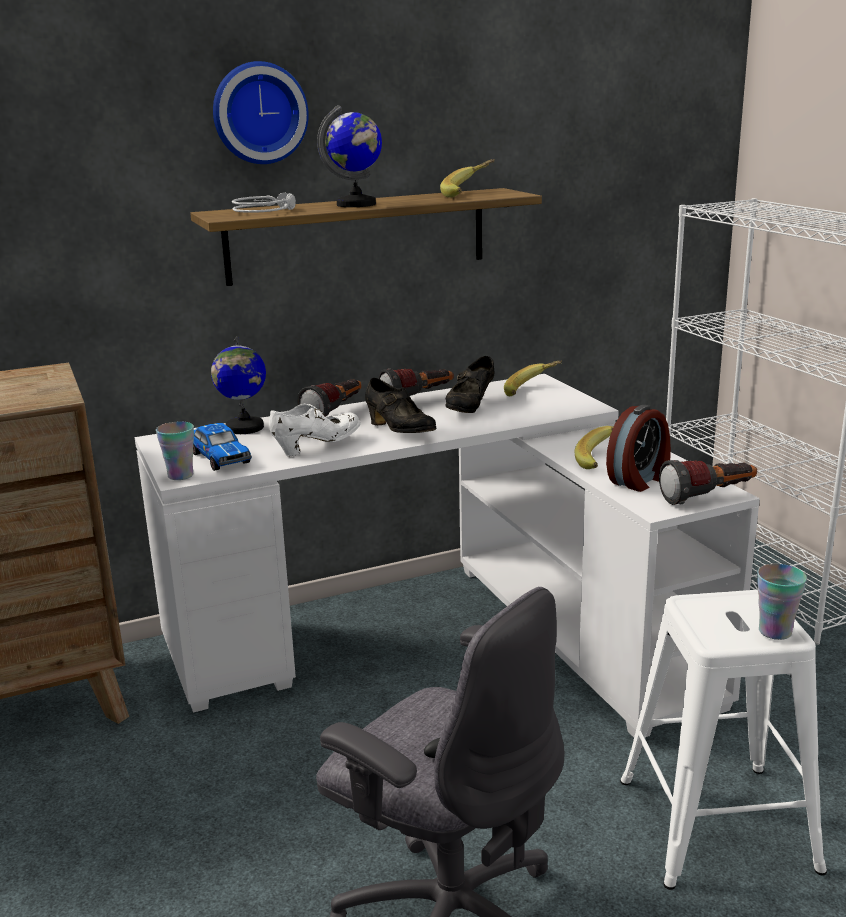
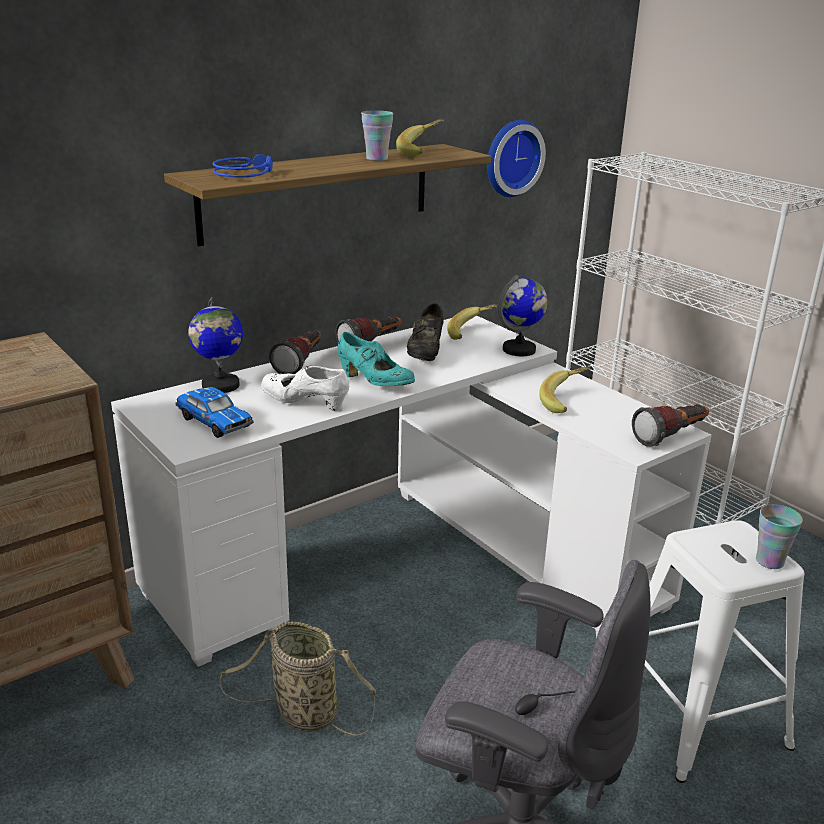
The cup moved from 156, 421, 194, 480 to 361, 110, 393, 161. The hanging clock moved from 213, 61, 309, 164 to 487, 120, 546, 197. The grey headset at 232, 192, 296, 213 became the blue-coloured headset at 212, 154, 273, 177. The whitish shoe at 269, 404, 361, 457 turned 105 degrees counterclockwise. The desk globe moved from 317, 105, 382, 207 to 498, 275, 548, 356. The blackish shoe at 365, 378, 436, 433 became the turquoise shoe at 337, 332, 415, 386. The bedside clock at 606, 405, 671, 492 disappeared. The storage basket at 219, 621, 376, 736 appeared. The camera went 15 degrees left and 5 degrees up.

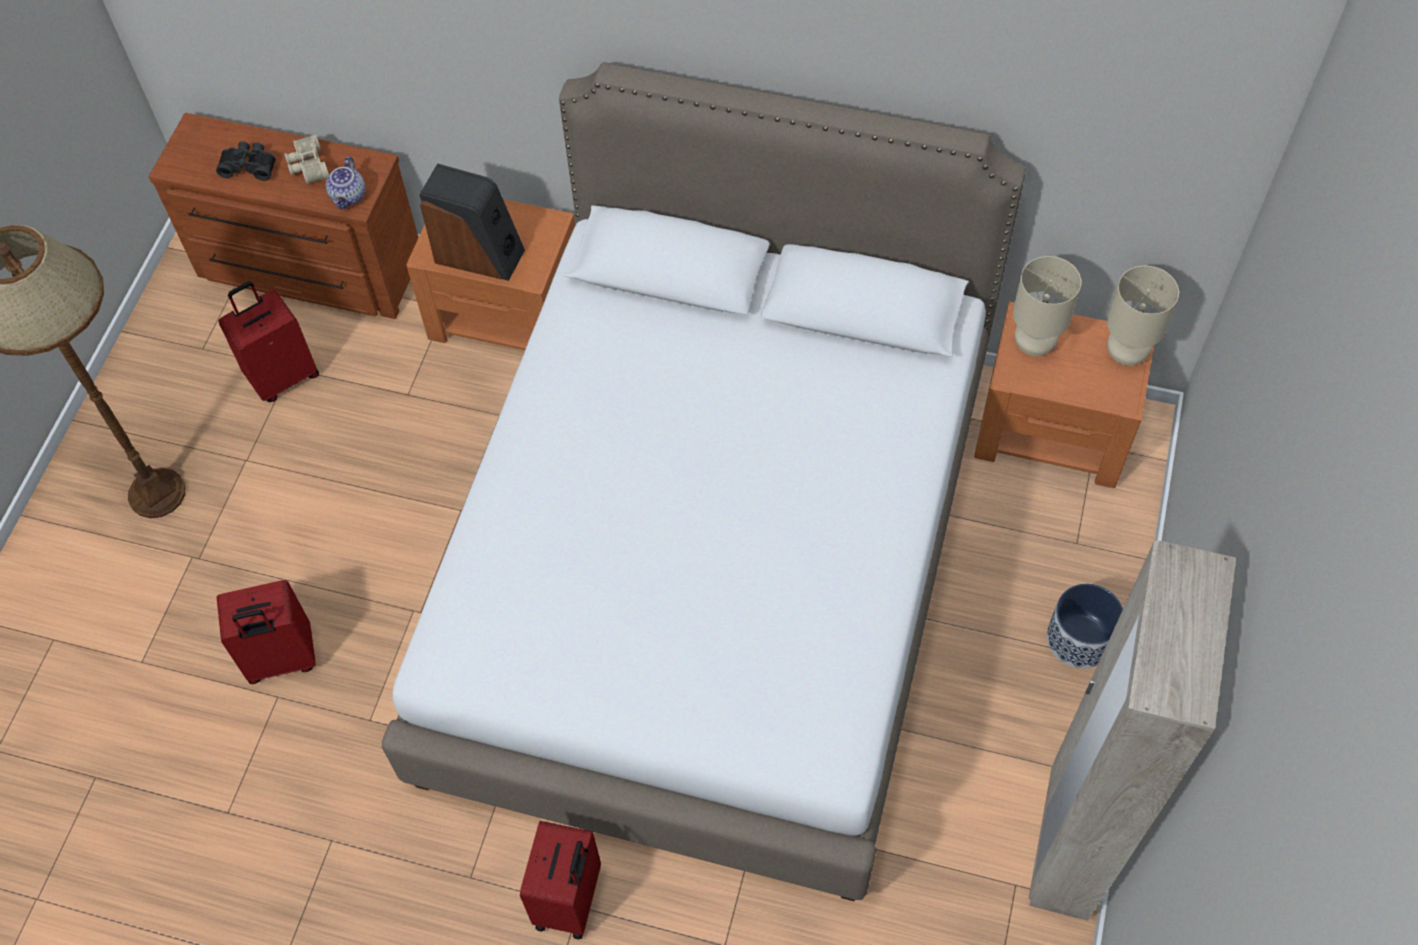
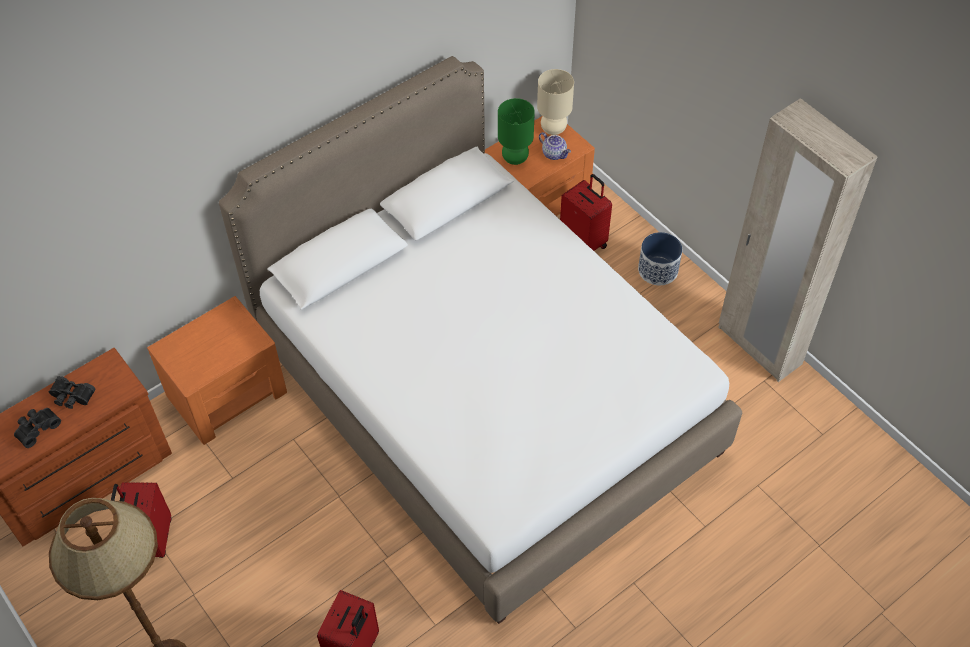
The sand-coloured field glasses at 284, 134, 329, 184 became the blackish field glasses at 49, 376, 96, 409. The teapot moved from 326, 156, 365, 209 to 539, 132, 571, 160. The loudspeaker at 419, 163, 525, 281 disappeared. The red piece of luggage moved from 520, 821, 601, 939 to 560, 174, 612, 251. The sand-coloured lamp for a table at 1013, 256, 1081, 356 became the greenish lamp for a table at 498, 98, 535, 165. The camera went 55 degrees left and 5 degrees down.

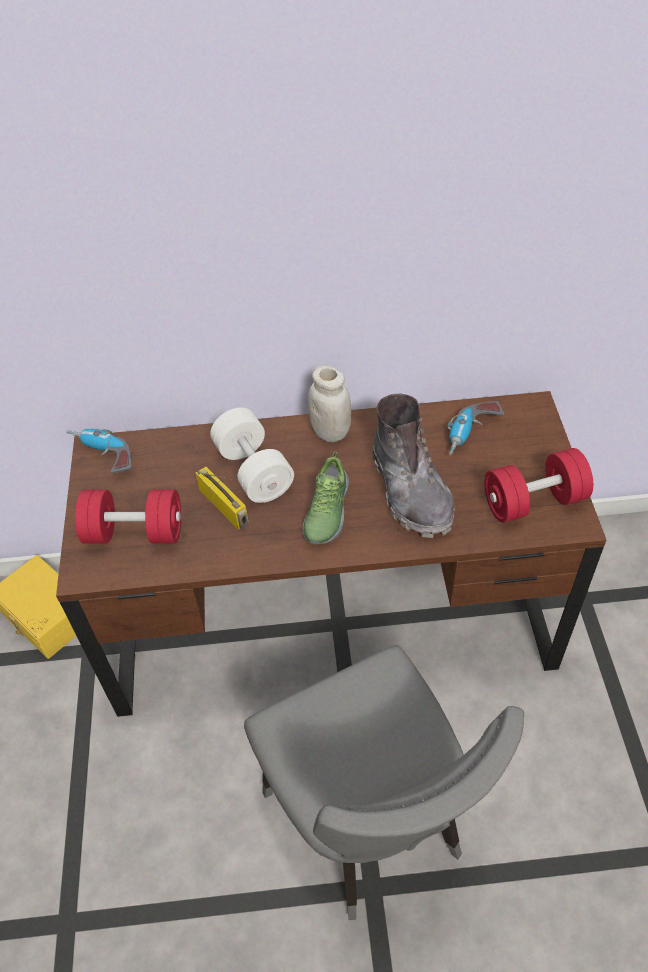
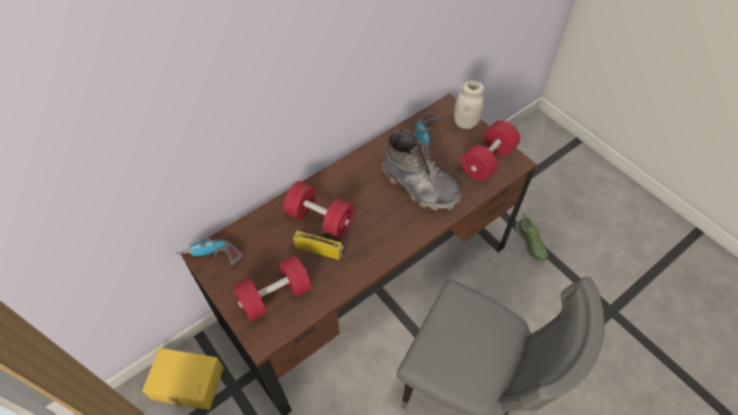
The whitish hand weight at 210, 408, 294, 503 became the red hand weight at 283, 181, 354, 238. The shoe moved from 303, 451, 349, 544 to 515, 214, 548, 261. The whitish jar moved from 308, 365, 351, 442 to 454, 81, 484, 129. The camera went 35 degrees left and 5 degrees up.

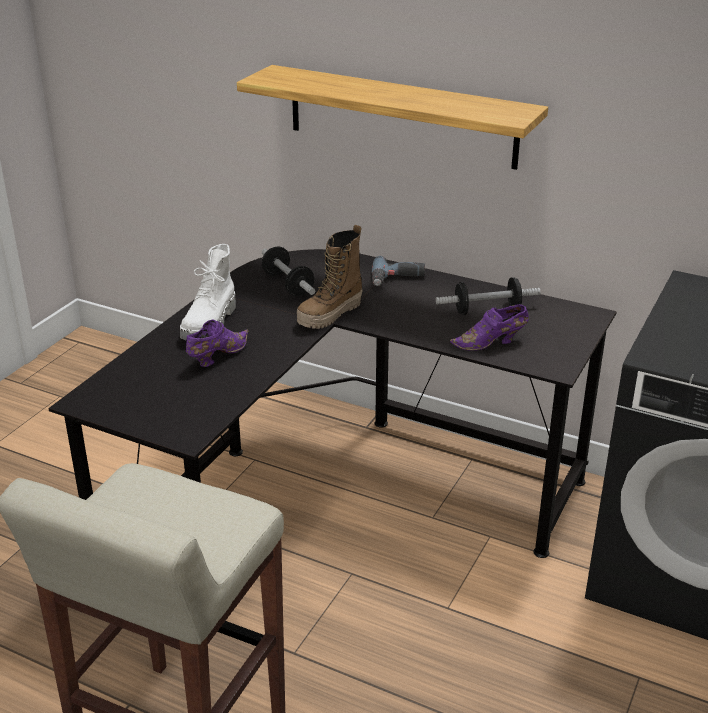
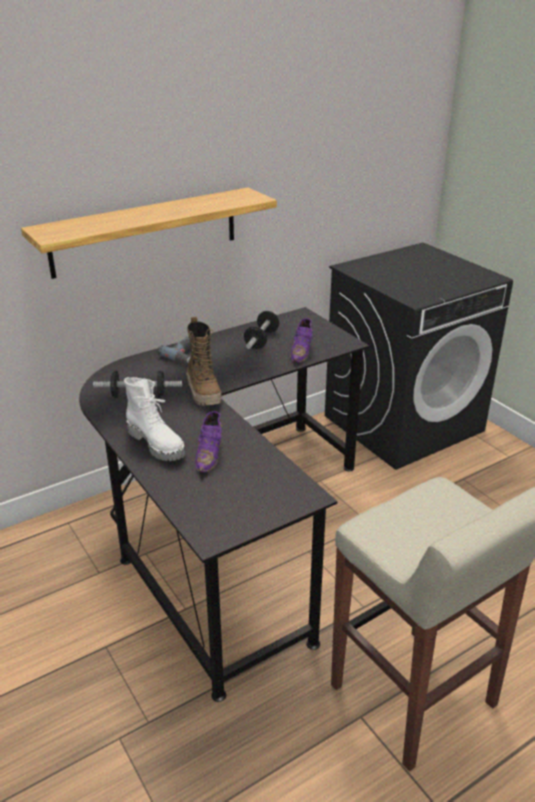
The purple shoe at 186, 319, 249, 367 turned 150 degrees counterclockwise. The camera went 60 degrees left and 0 degrees up.

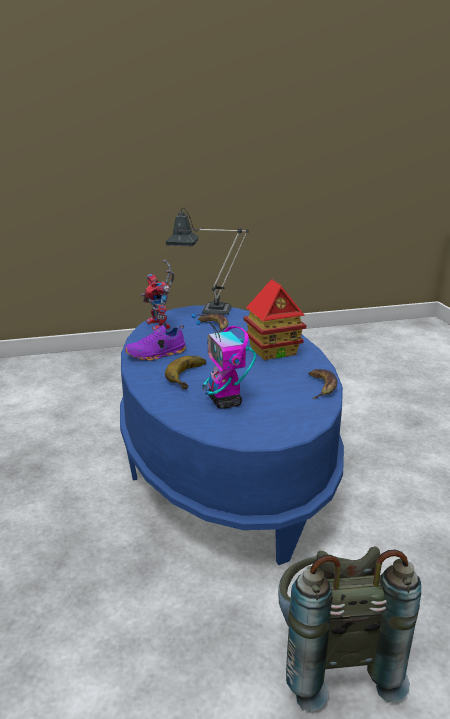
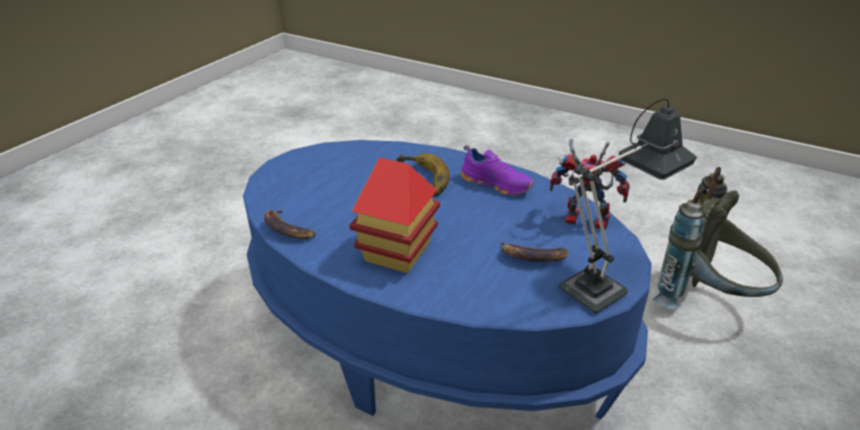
The purple shoe at 125, 324, 186, 361 turned 105 degrees clockwise. The toy robot at 191, 314, 256, 409 disappeared. The grey rucksack moved from 278, 546, 421, 712 to 653, 167, 783, 310. The camera went 135 degrees right and 10 degrees up.

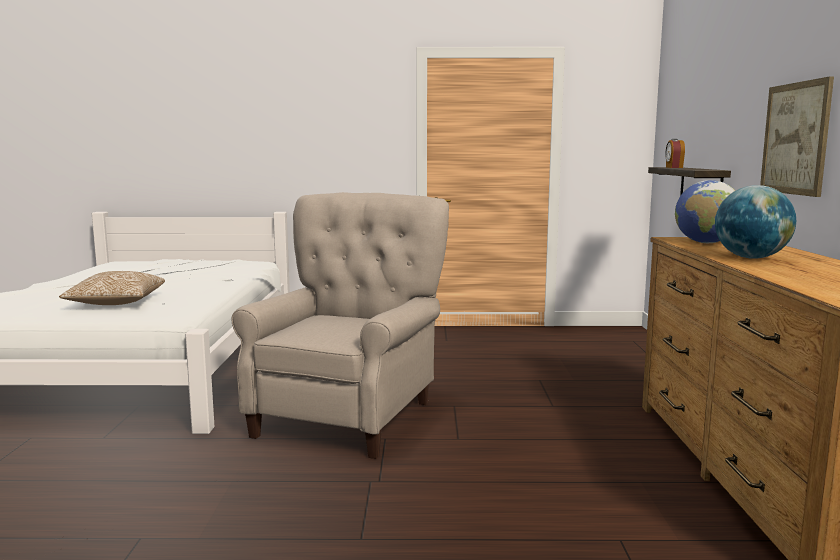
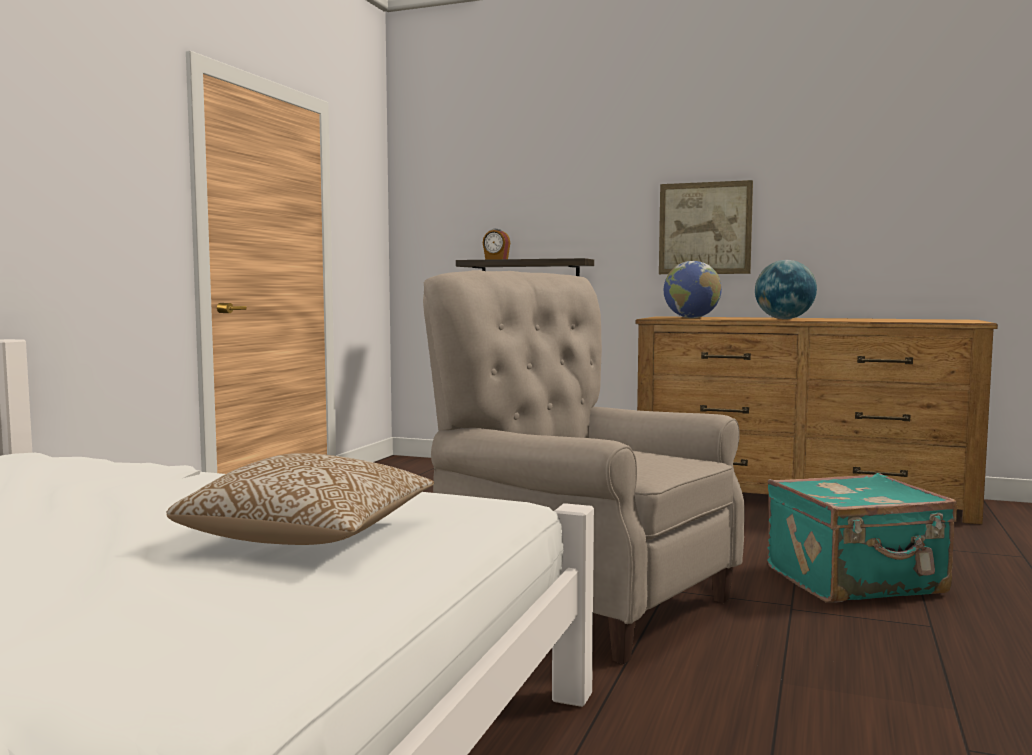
The turquoise piece of luggage at 767, 473, 957, 603 appeared. The camera went 70 degrees left and 5 degrees down.

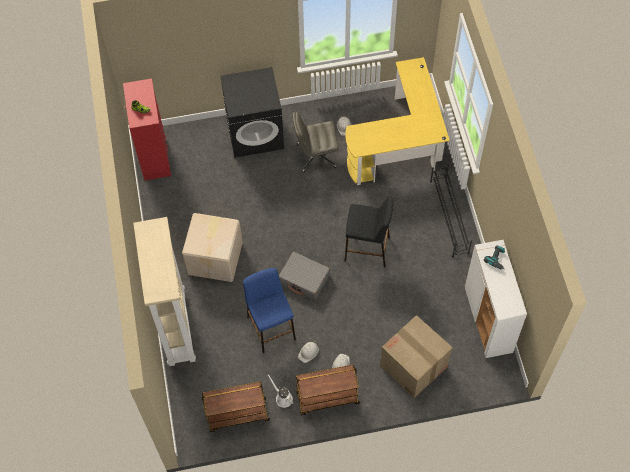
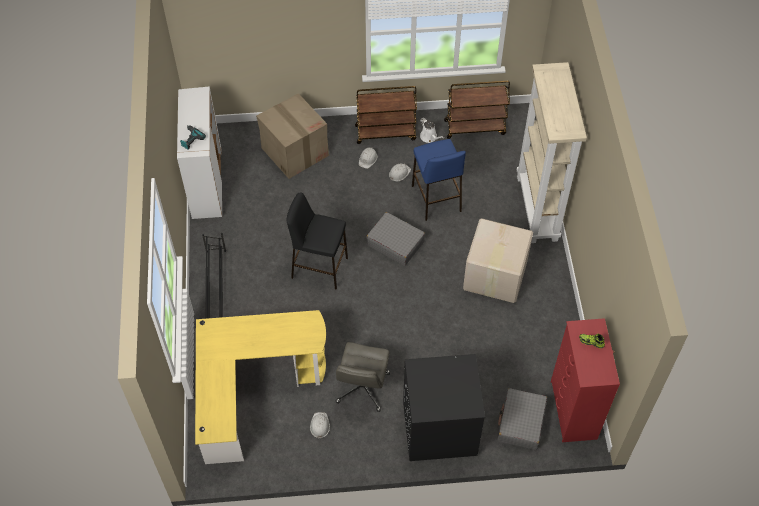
The grey office chair at 293, 112, 339, 172 turned 105 degrees clockwise. The grey piece of luggage at 497, 388, 547, 450 appeared. The camera went 175 degrees left and 5 degrees down.

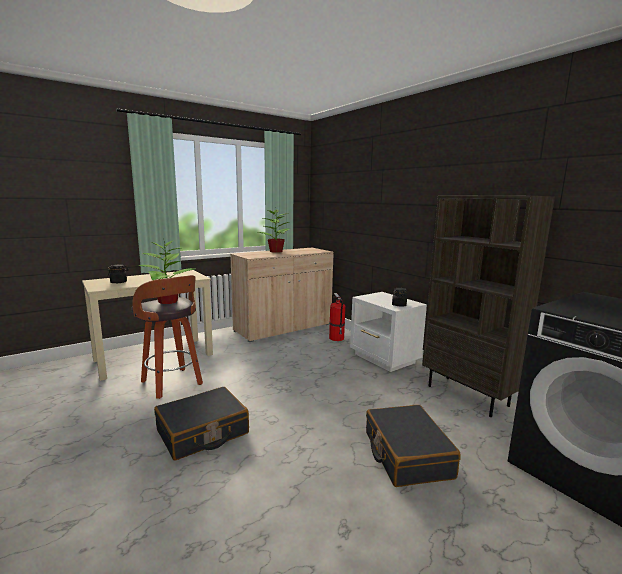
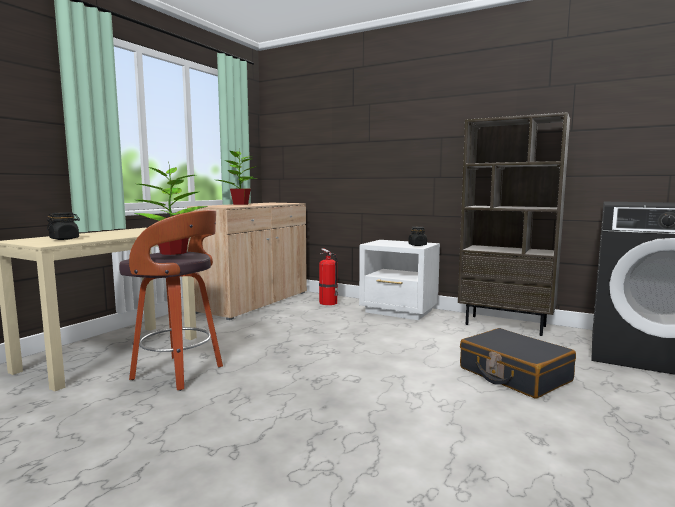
The blackish piece of luggage at 154, 387, 249, 460 disappeared. The camera went 25 degrees left and 5 degrees down.

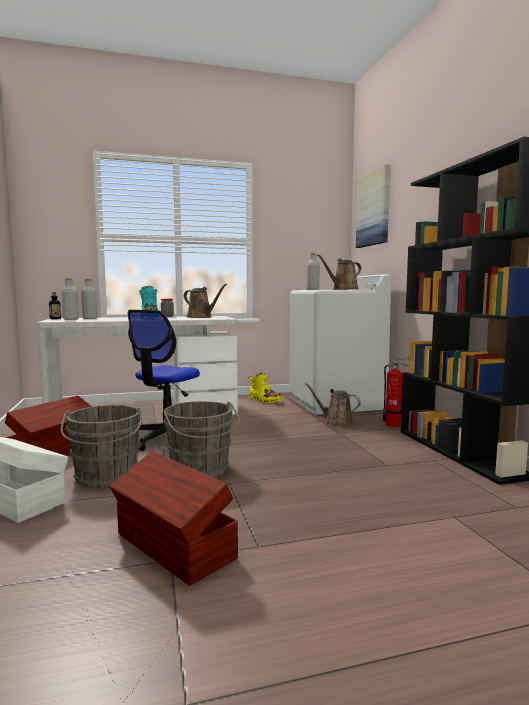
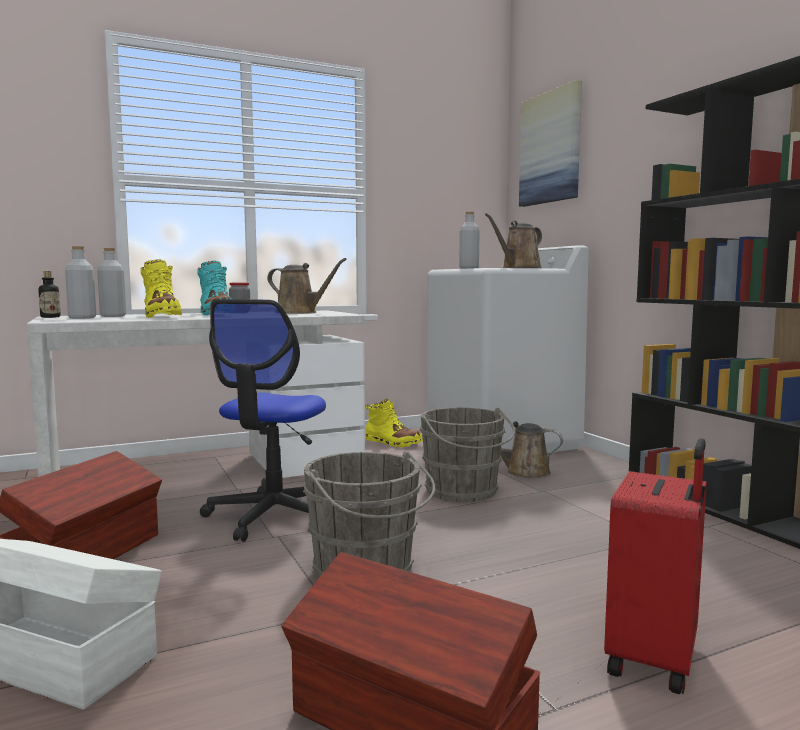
The grey bucket moved from 60, 405, 142, 488 to 419, 408, 515, 502. The extinguisher at 383, 358, 410, 427 disappeared. The yellowish boot at 140, 260, 182, 318 appeared. The red piece of luggage at 604, 439, 707, 694 appeared. The camera went 10 degrees left and 0 degrees up.

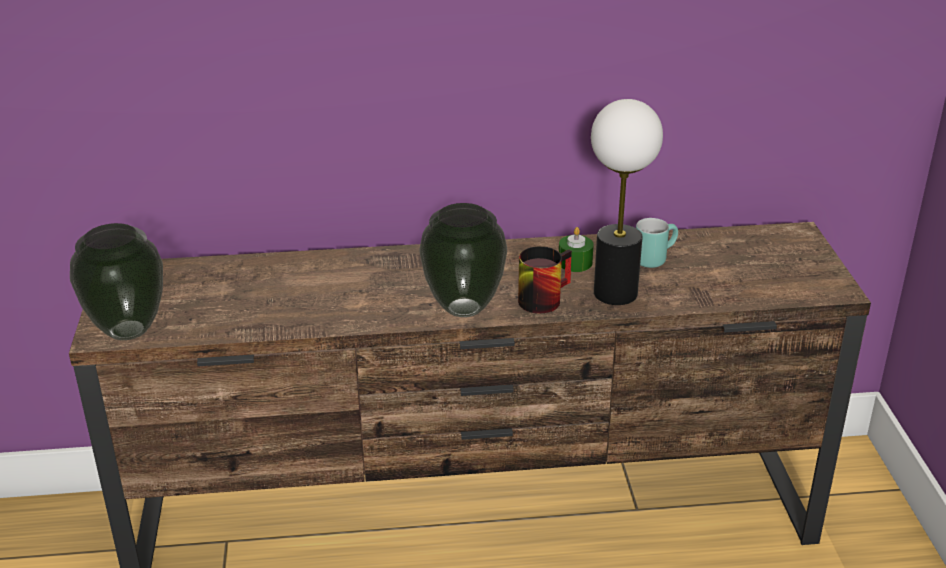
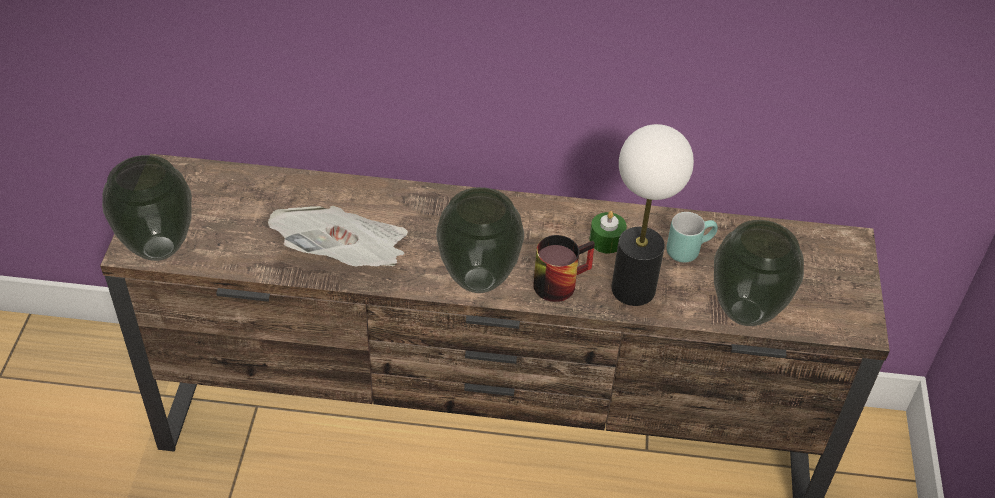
The newspaper at 268, 206, 408, 267 appeared. The vase at 714, 220, 804, 326 appeared. The camera went 10 degrees right and 15 degrees up.

